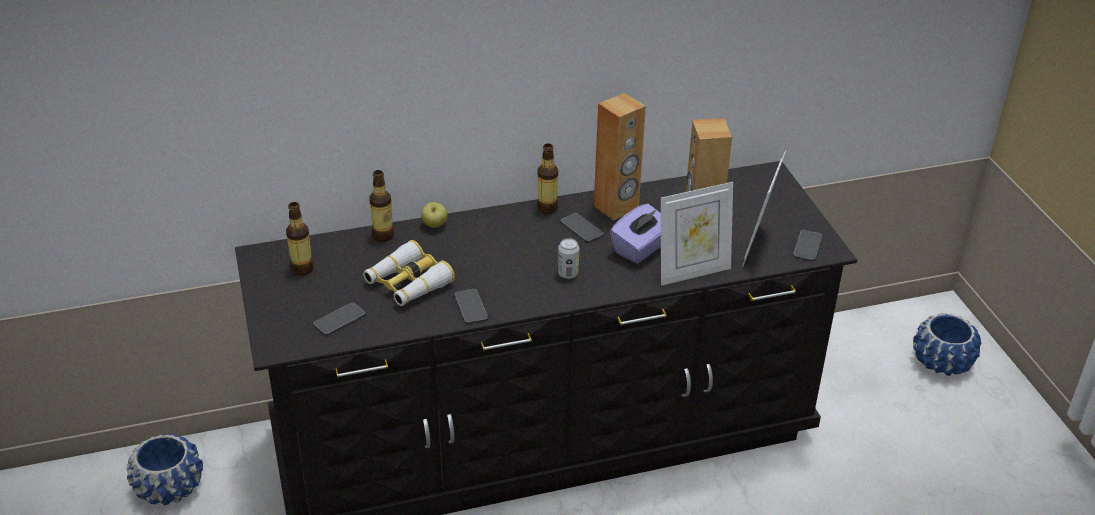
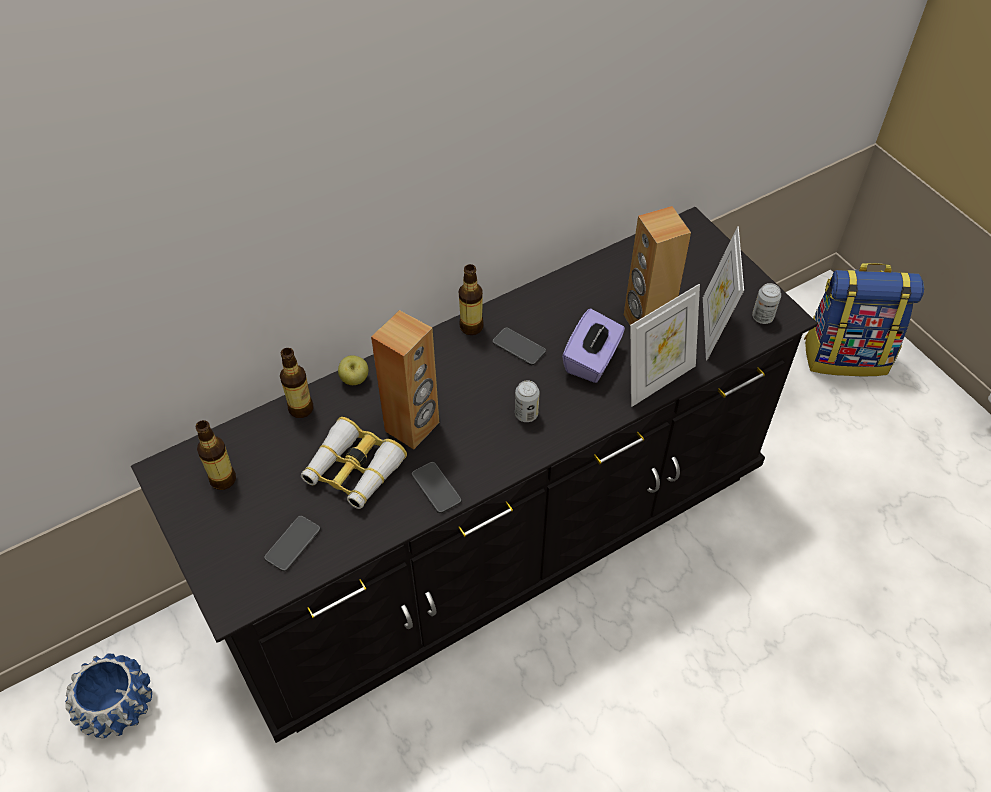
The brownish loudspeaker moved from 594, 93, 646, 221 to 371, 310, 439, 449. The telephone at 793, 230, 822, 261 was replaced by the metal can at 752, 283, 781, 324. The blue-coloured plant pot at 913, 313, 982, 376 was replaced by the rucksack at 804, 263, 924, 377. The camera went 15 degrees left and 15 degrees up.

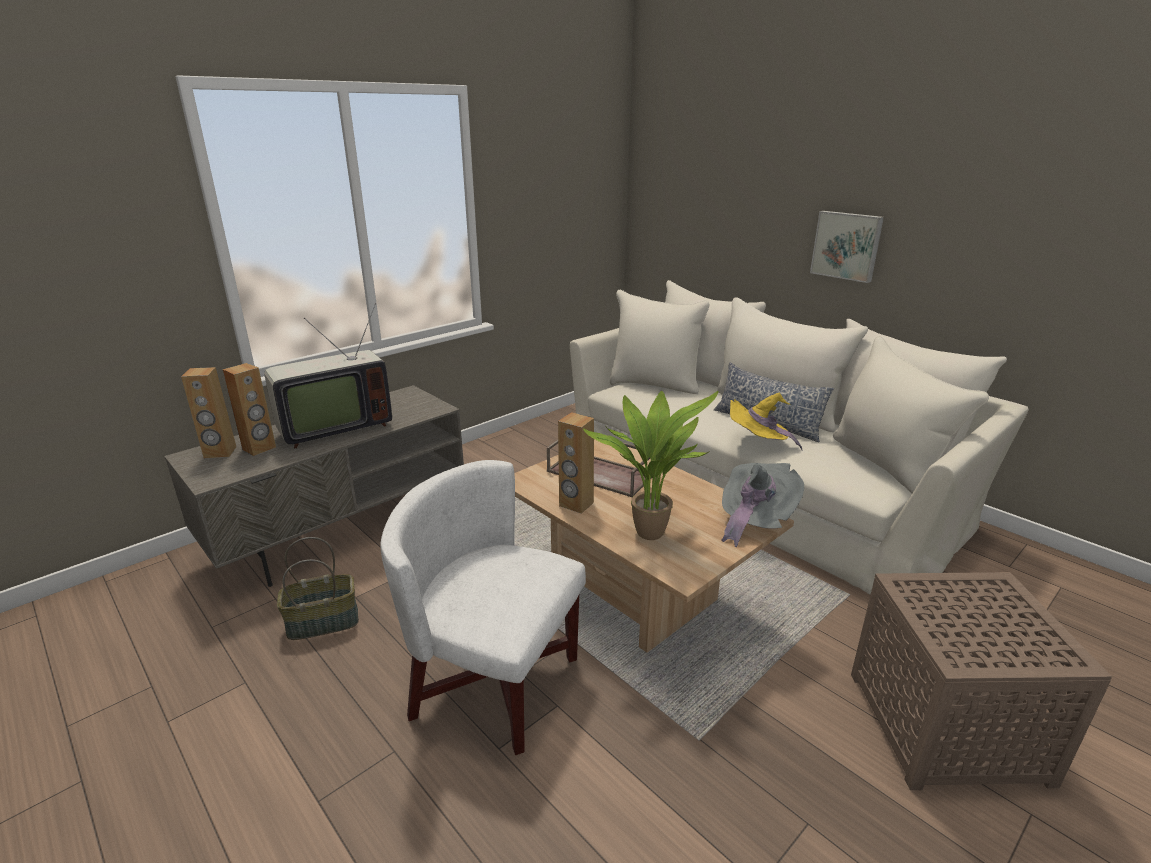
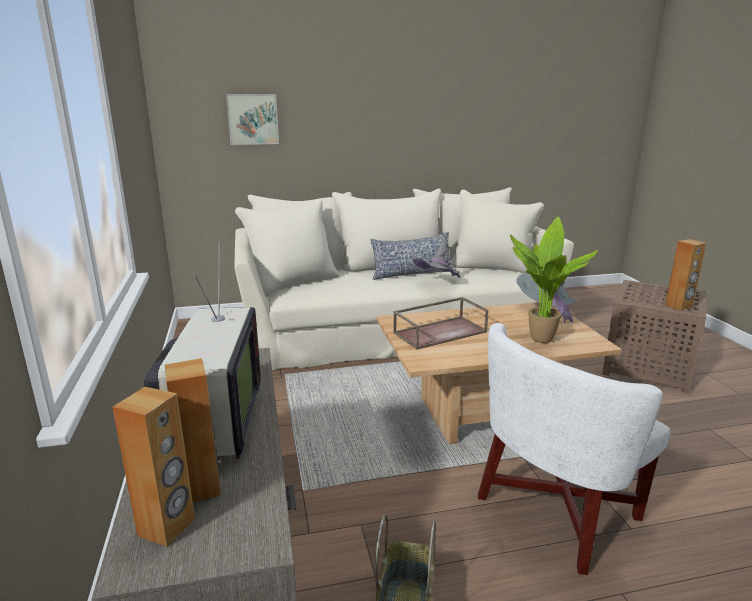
The brownish loudspeaker moved from 558, 412, 594, 514 to 665, 239, 706, 311. The yellowish wearable hat at 730, 393, 802, 450 became the grey wearable hat at 413, 241, 460, 278. The picture moved from 810, 211, 884, 283 to 226, 94, 279, 145. The camera went 60 degrees left and 5 degrees down.

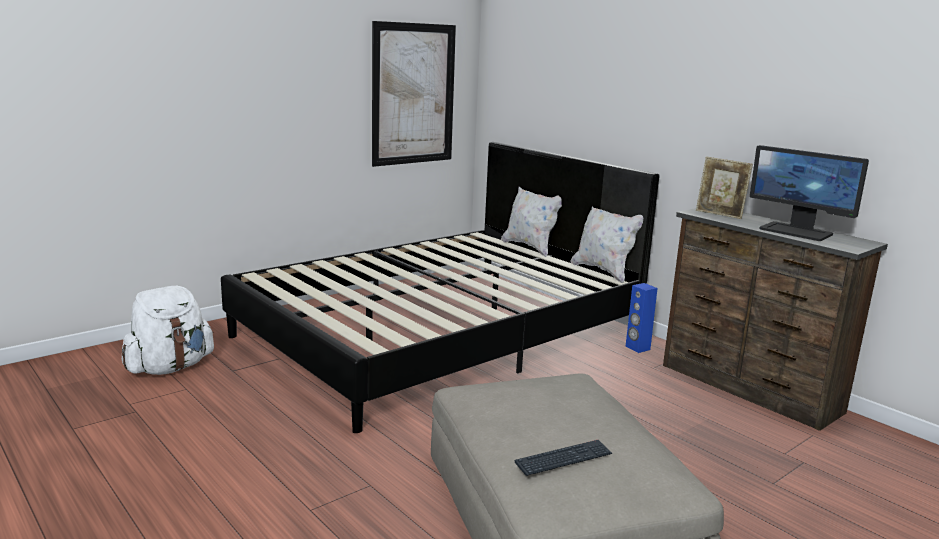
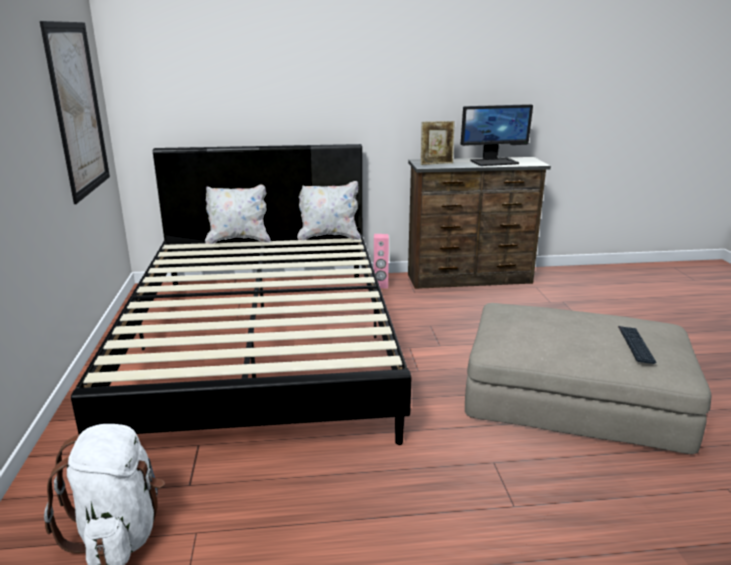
The blue-coloured loudspeaker at 625, 283, 657, 353 became the pink-coloured loudspeaker at 374, 234, 389, 288. The camera went 55 degrees left and 5 degrees up.

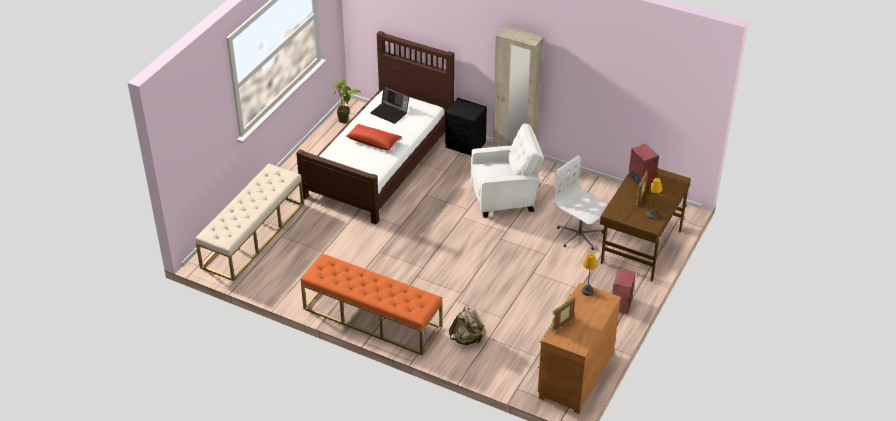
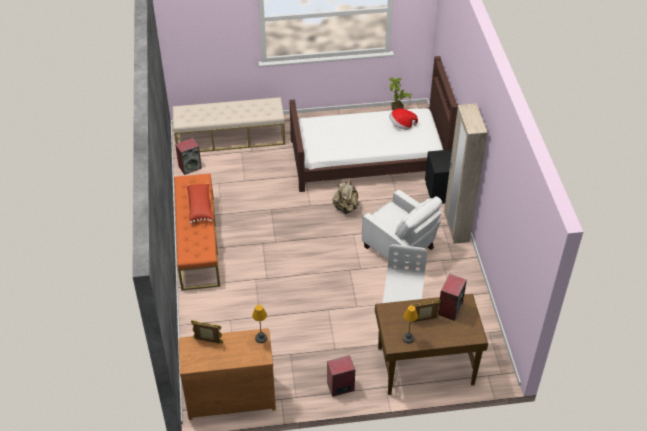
The red throw pillow moved from 345, 124, 403, 151 to 187, 183, 214, 223. The laptop at 370, 86, 409, 124 was replaced by the wearable hat at 389, 108, 418, 130. The sand-coloured rucksack moved from 449, 305, 486, 345 to 332, 180, 359, 214. The loudspeaker at 175, 138, 202, 175 appeared. The camera went 55 degrees right and 5 degrees up.

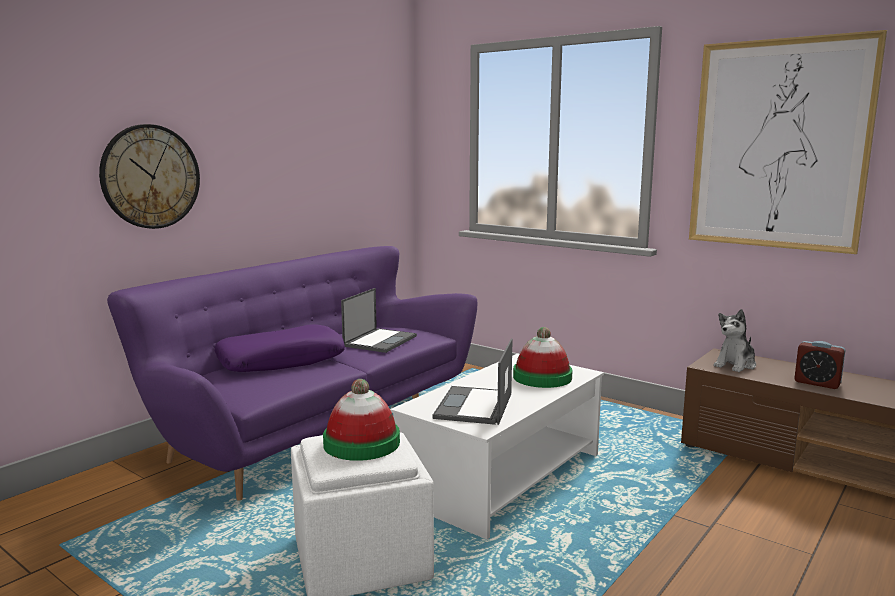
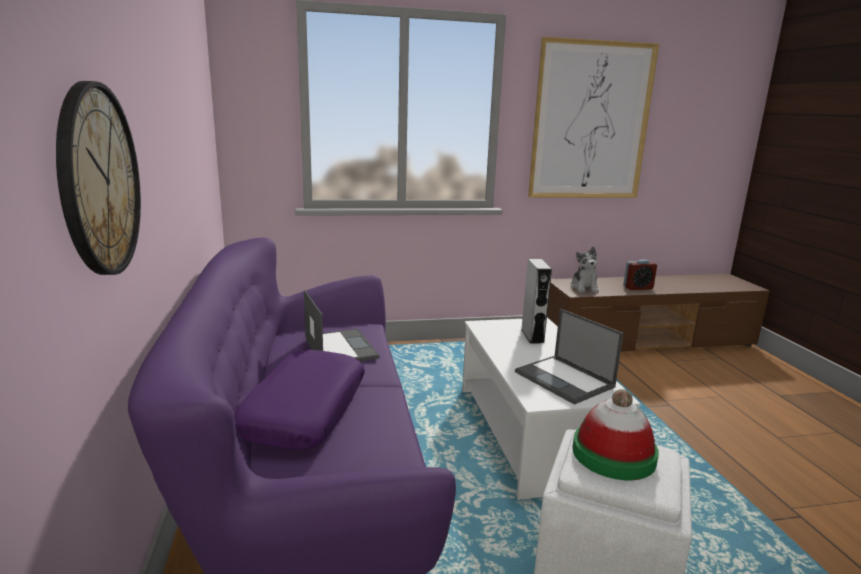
The wearable hat at 513, 327, 572, 388 was replaced by the grey loudspeaker at 521, 259, 552, 343. The camera went 50 degrees left and 5 degrees up.

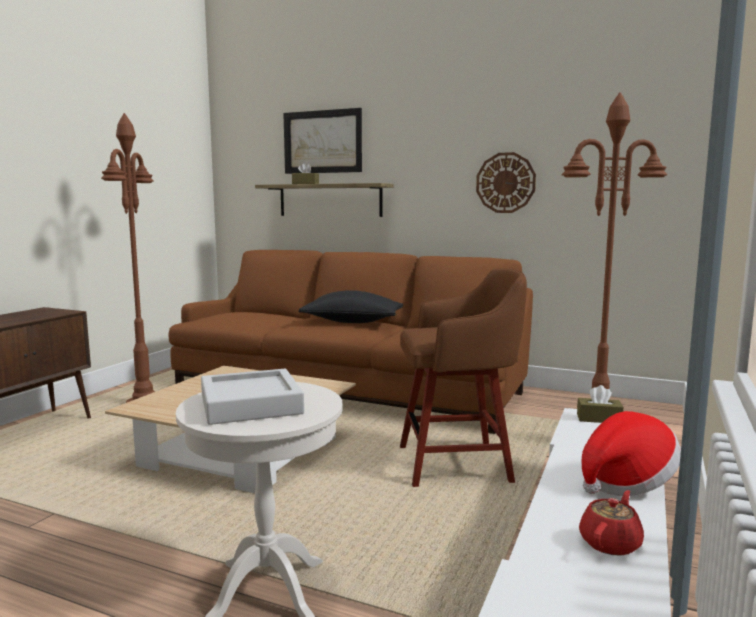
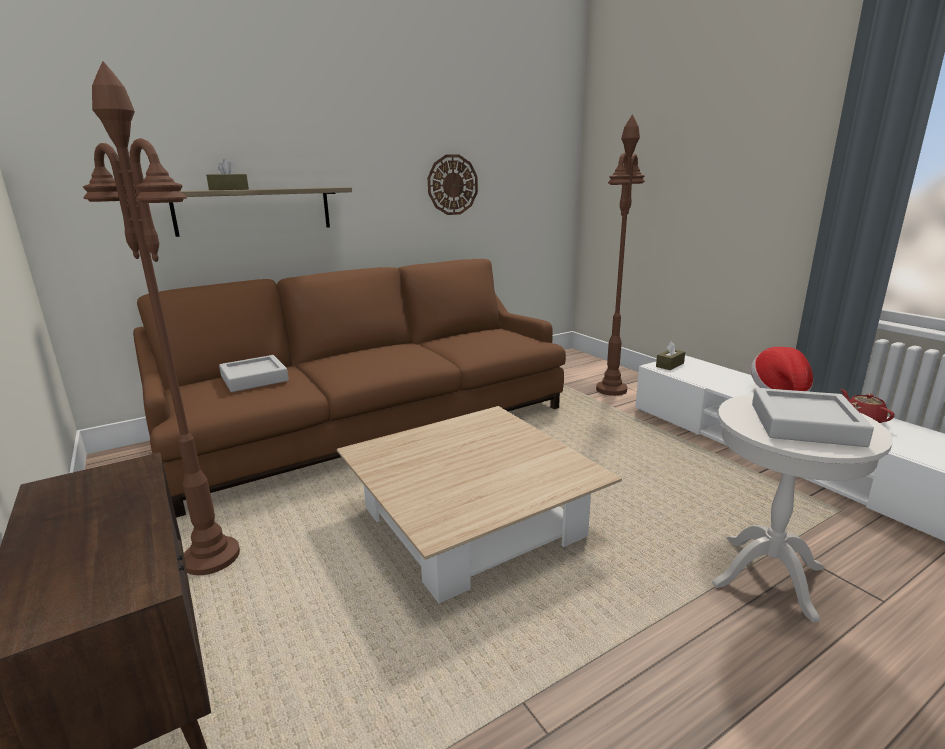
The picture at 283, 108, 362, 174 disappeared. The blackish throw pillow at 298, 290, 403, 323 disappeared. The brownish sitting stool at 400, 268, 527, 487 disappeared. The grey tray at 219, 355, 289, 392 appeared. The camera went 55 degrees left and 10 degrees up.

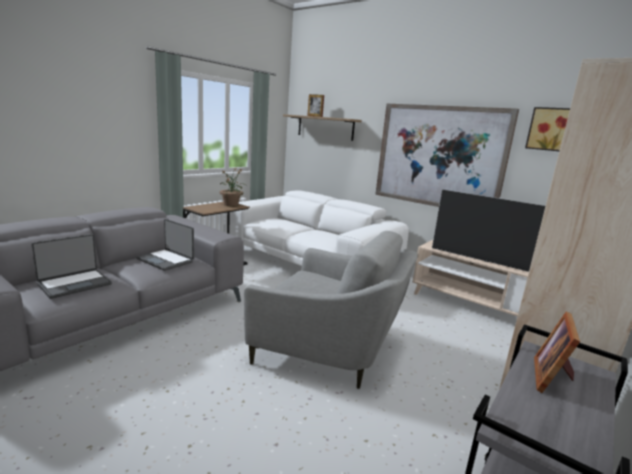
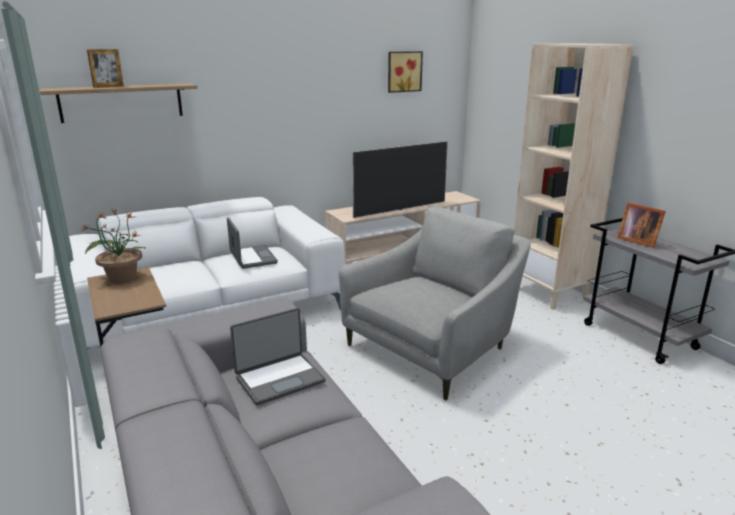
The laptop moved from 31, 234, 112, 299 to 227, 217, 278, 269. The picture at 375, 104, 519, 207 disappeared. The camera went 65 degrees left and 5 degrees up.

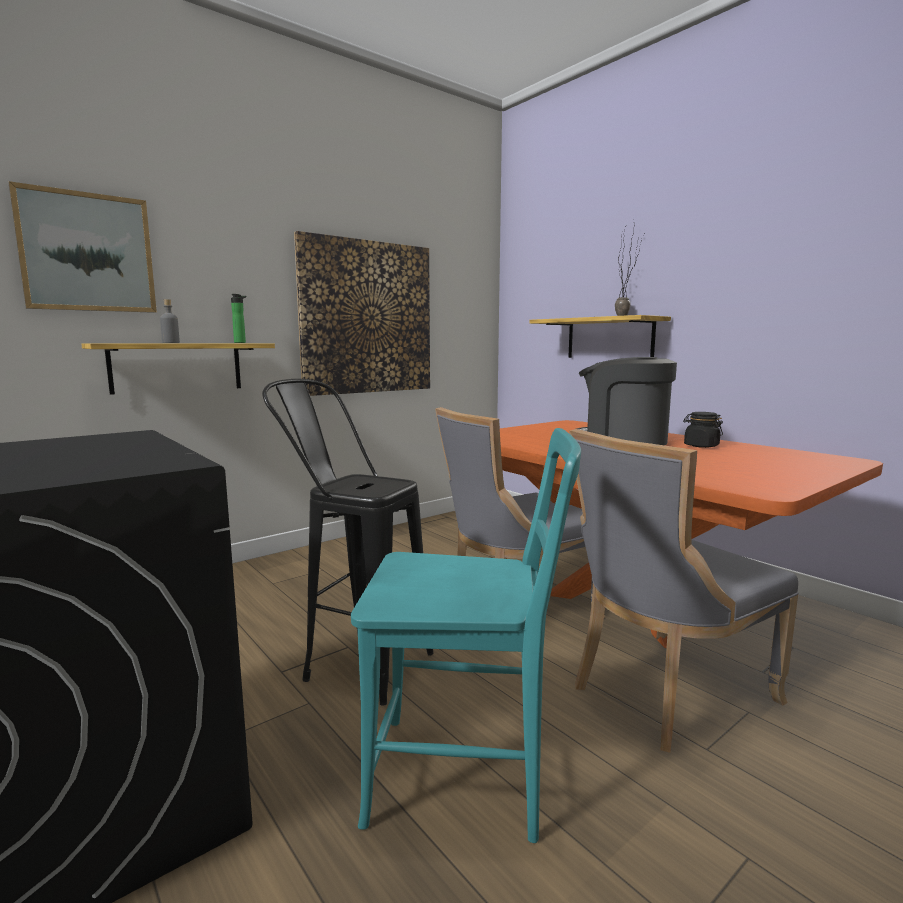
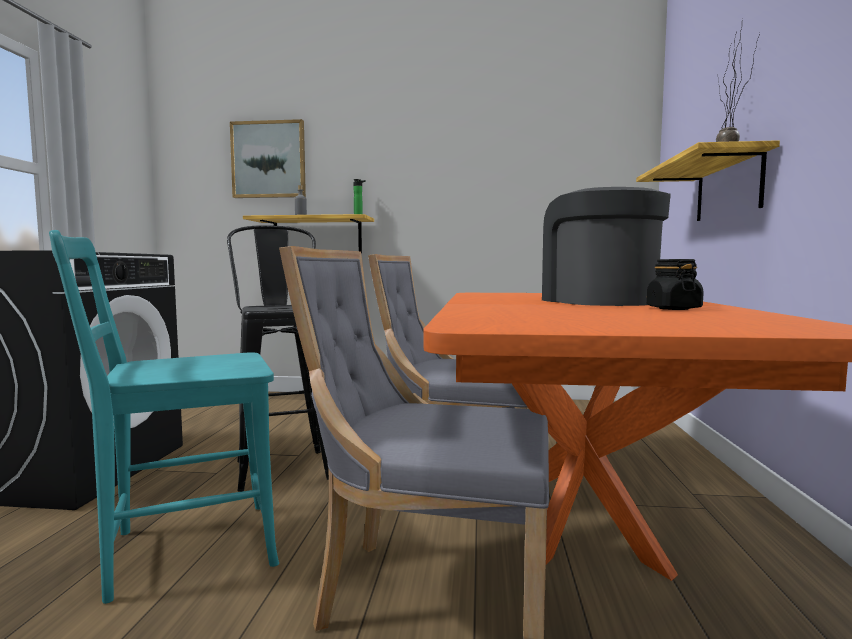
The picture at 294, 231, 430, 396 disappeared. The turquoise chair at 351, 428, 581, 843 turned 105 degrees clockwise. The camera went 45 degrees right and 5 degrees down.

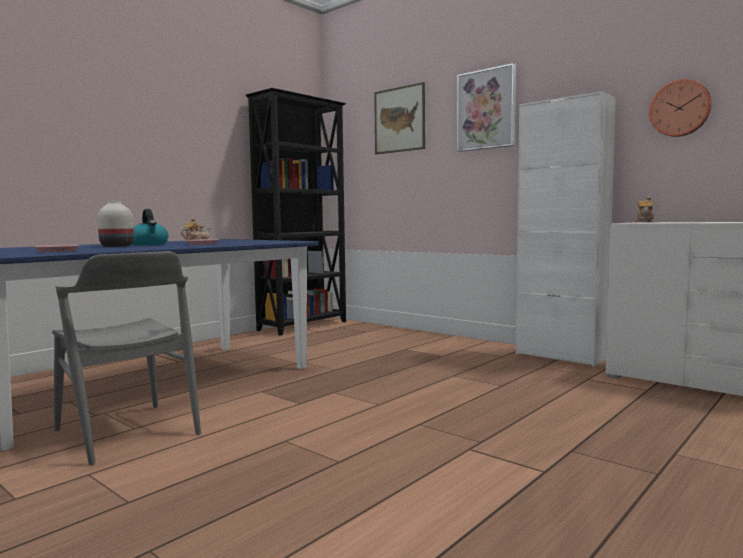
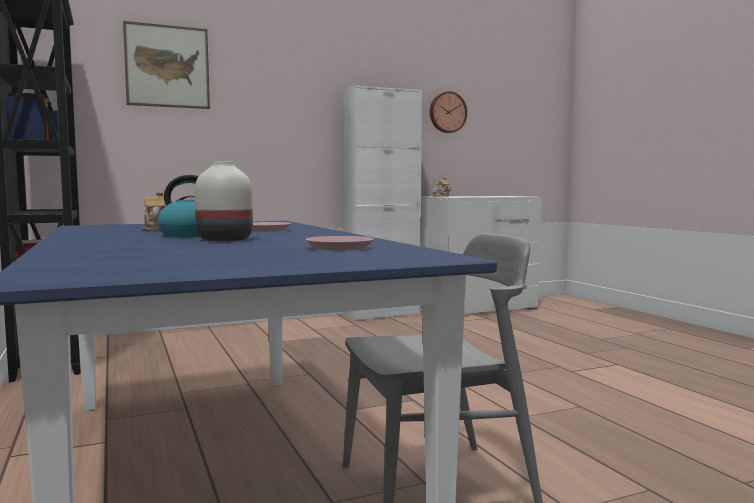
The picture at 457, 63, 516, 152 disappeared. The camera went 65 degrees left and 0 degrees up.

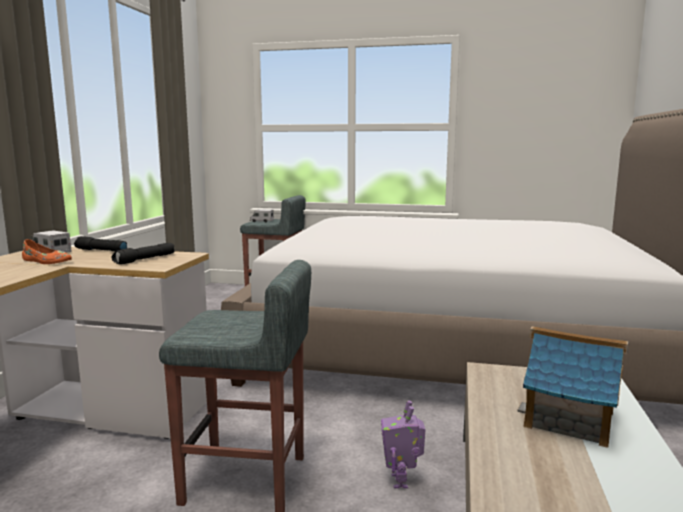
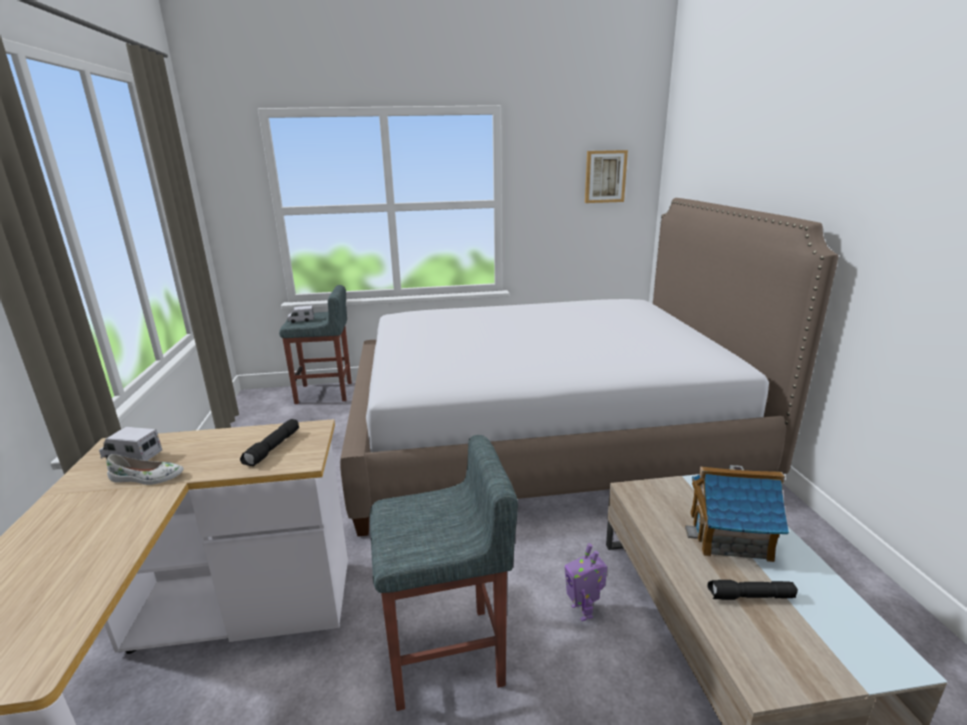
The orange shoe at 22, 239, 72, 264 became the whitish shoe at 107, 454, 184, 485. The blackish hand torch moved from 74, 237, 127, 251 to 708, 580, 798, 600. The picture at 585, 150, 628, 203 appeared. The camera went 20 degrees left and 10 degrees up.

